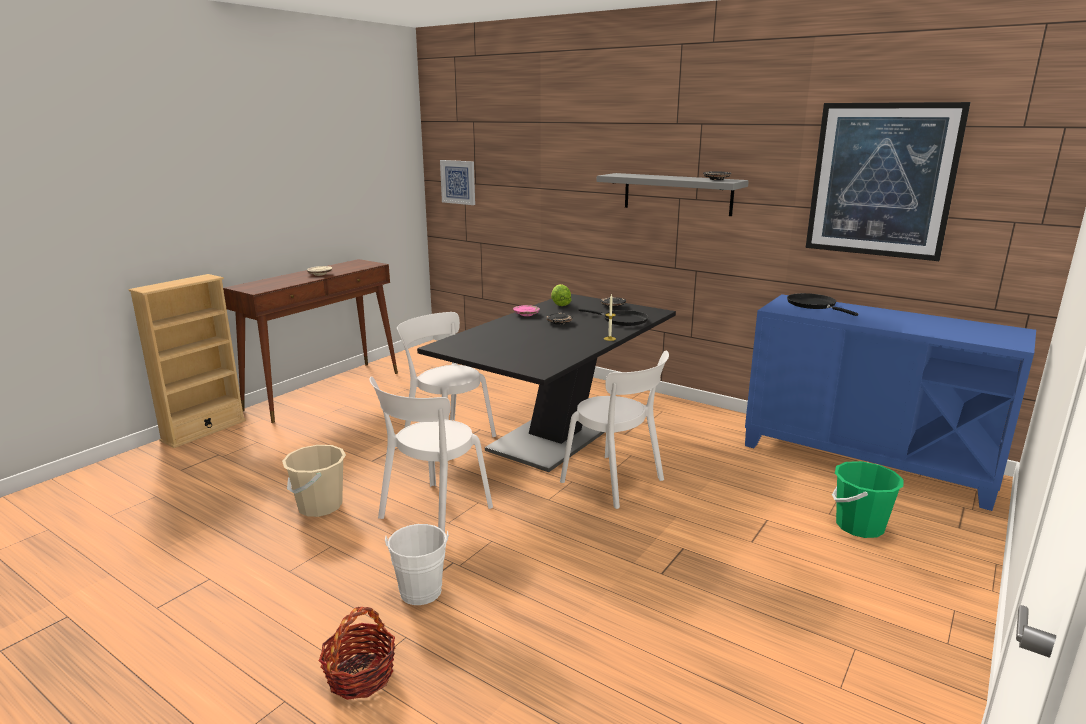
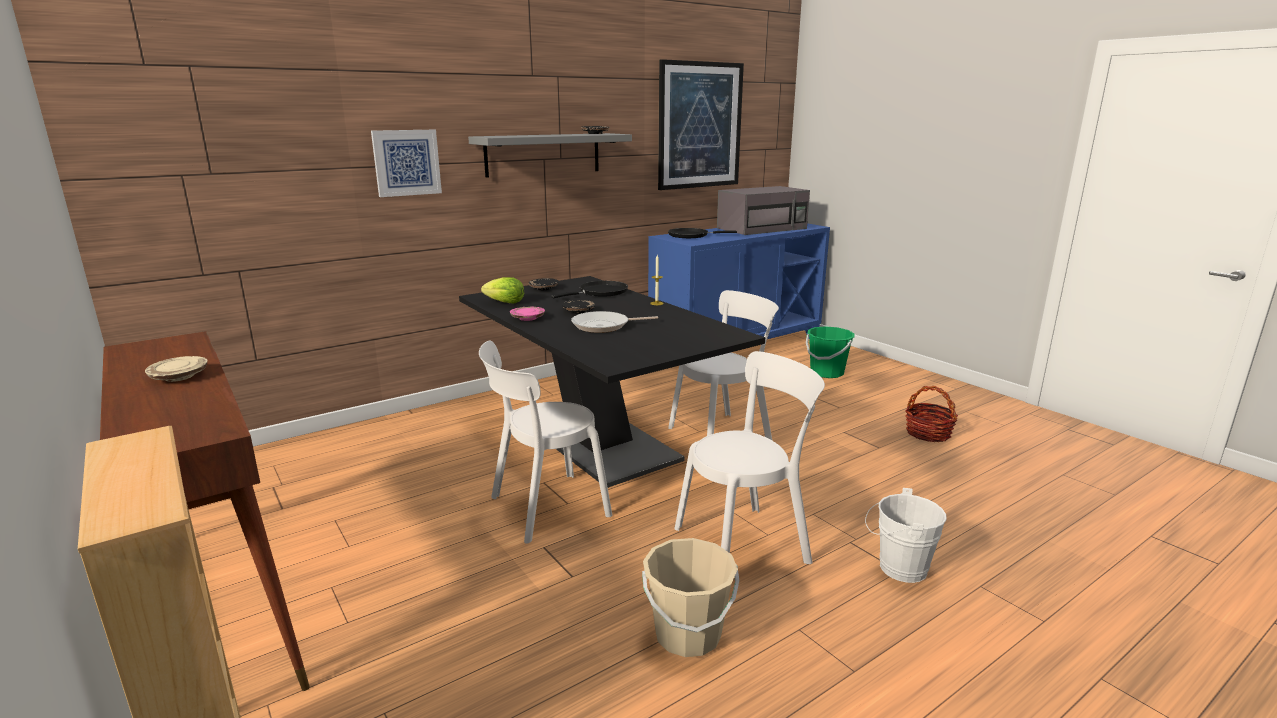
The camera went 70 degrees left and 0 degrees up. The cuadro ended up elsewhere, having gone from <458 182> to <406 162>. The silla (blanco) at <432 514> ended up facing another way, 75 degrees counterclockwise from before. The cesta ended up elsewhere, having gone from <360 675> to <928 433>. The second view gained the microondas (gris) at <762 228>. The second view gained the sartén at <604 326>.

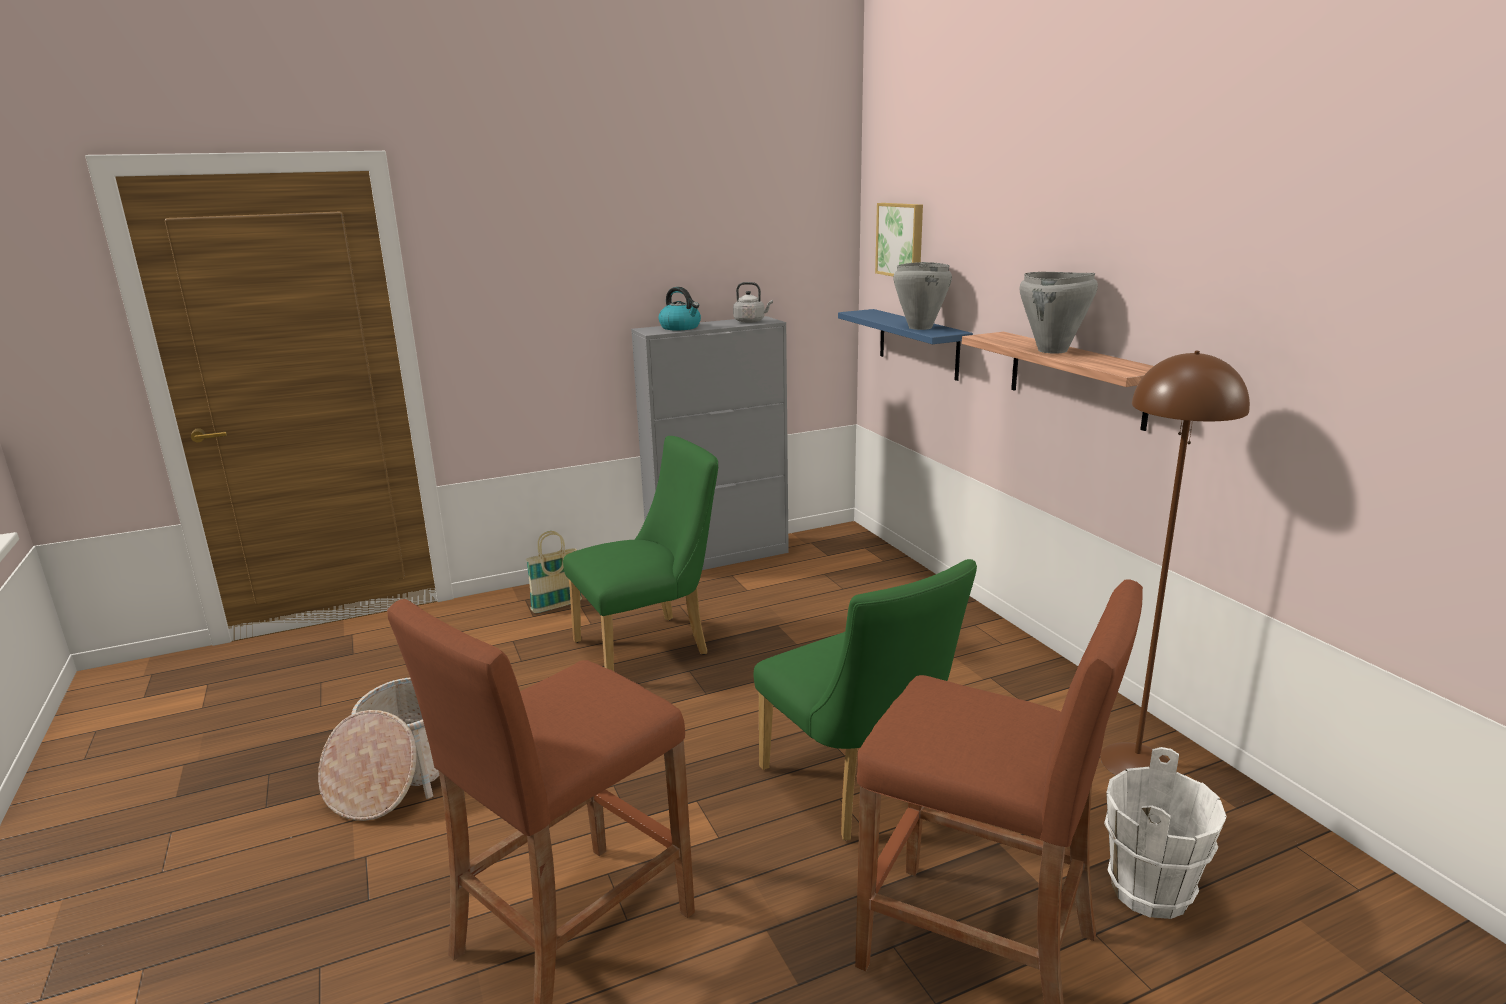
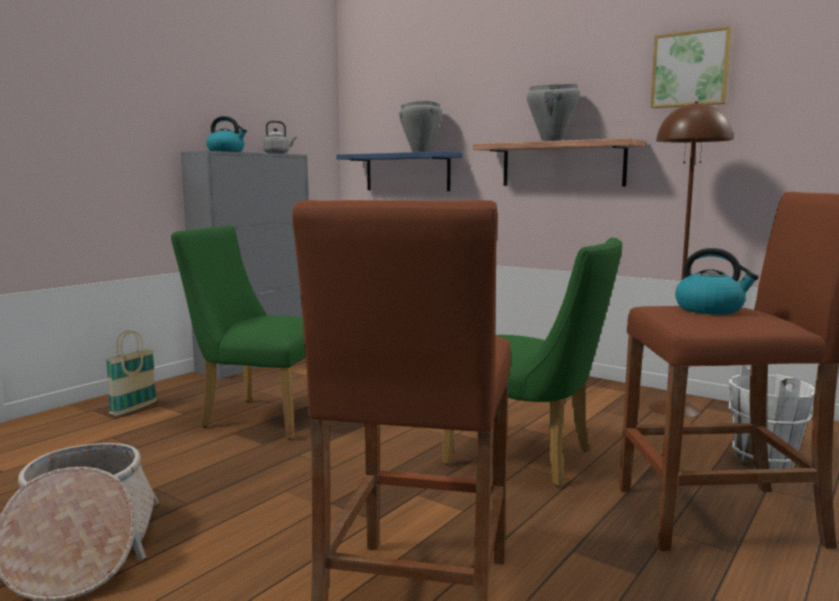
The camera went 30 degrees left and 10 degrees down. The cuadro ended up elsewhere, having gone from <901 240> to <690 69>. The silla (verde) at <651 646> ended up facing another way, 105 degrees counterclockwise from before. The second view gained the hervidor at <710 309>.

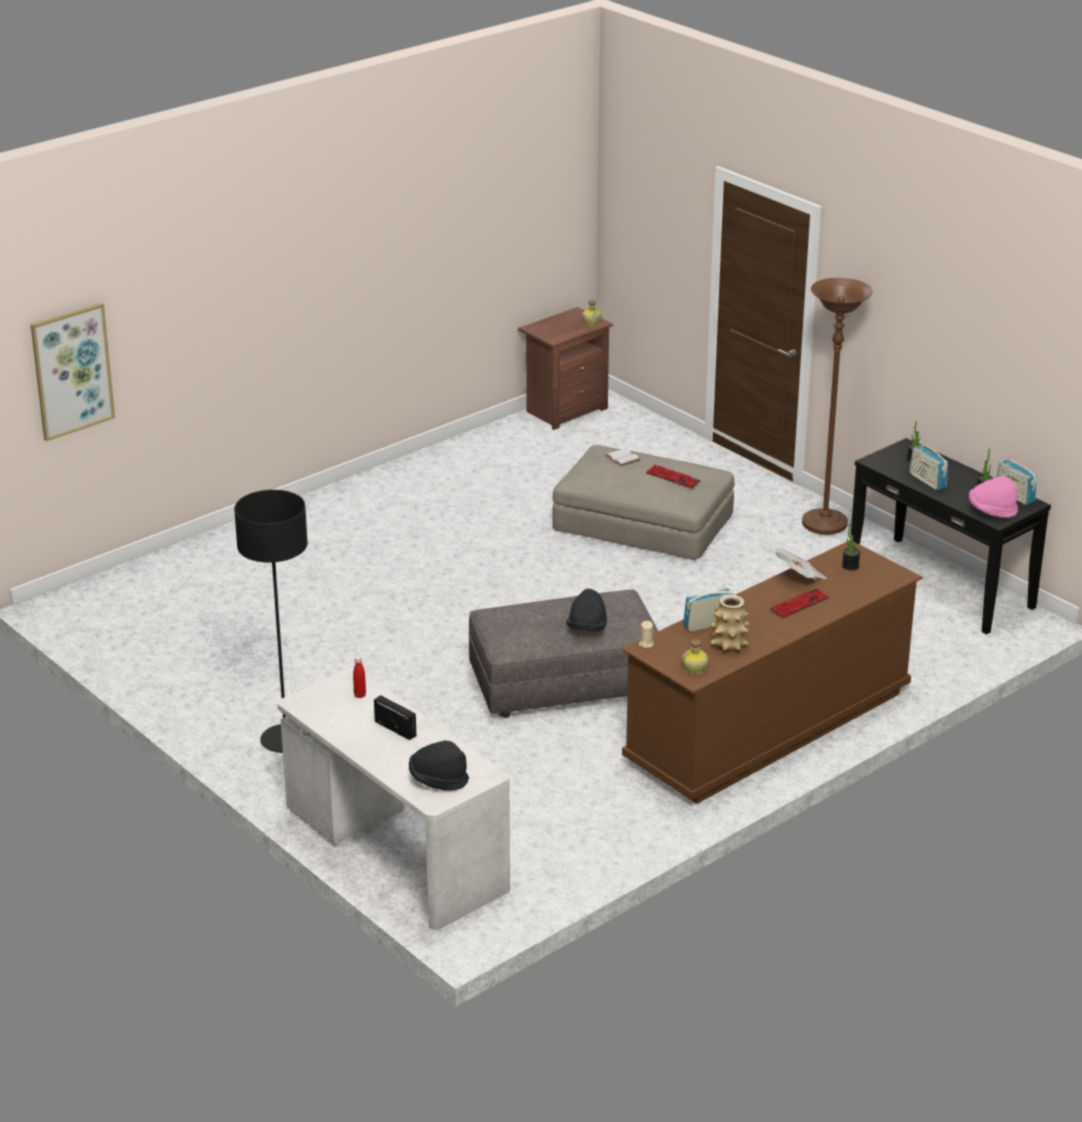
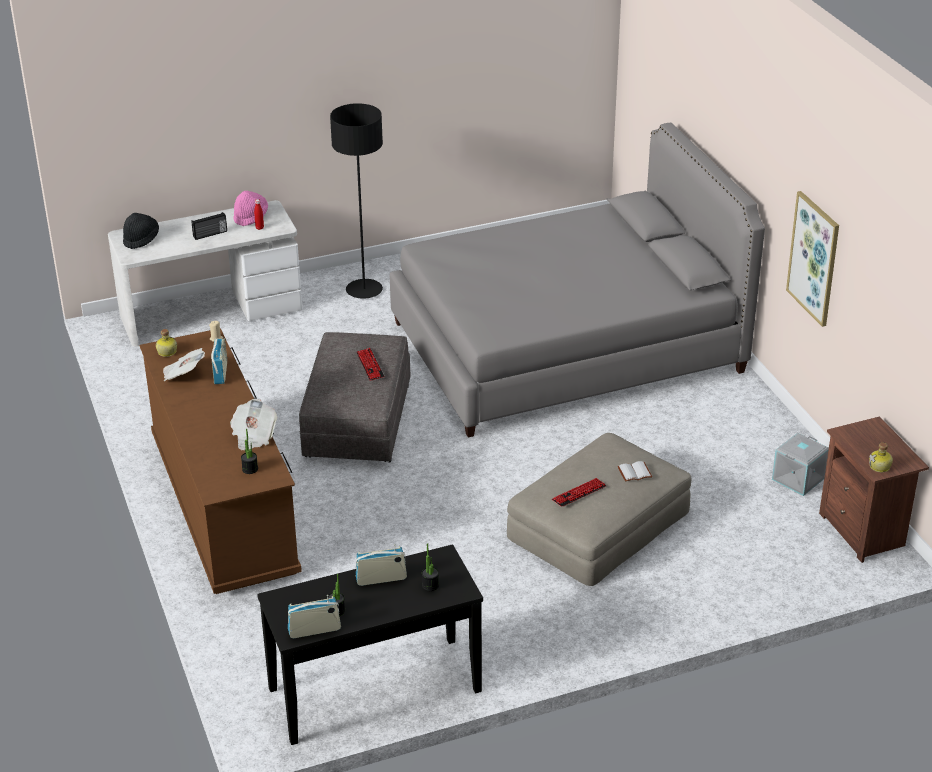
The camera went 110 degrees right and 5 degrees up. The second view lost the lámpara de pie (marrón) at <824 524>. The cuadro ended up elsewhere, having gone from <72 371> to <814 258>. The sombrero (rosa) ended up elsewhere, having gone from <991 511> to <250 217>. The second view lost the sombrero (negro) at <587 628>. The teclado ended up elsewhere, having gone from <799 604> to <370 365>. Where the florero stood at <728 645>, the periódico came to stand at <183 374>. The second view gained the cama (gris) at <566 347>. The second view gained the caja de almacenaje (gris) at <799 479>.

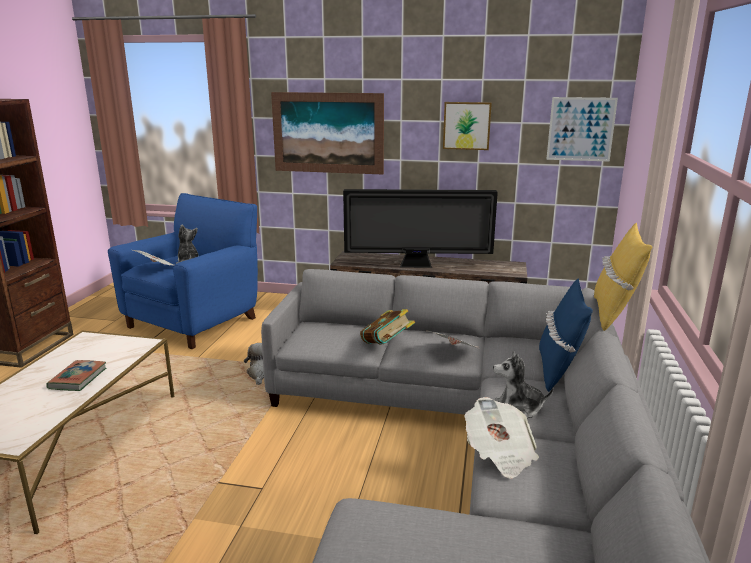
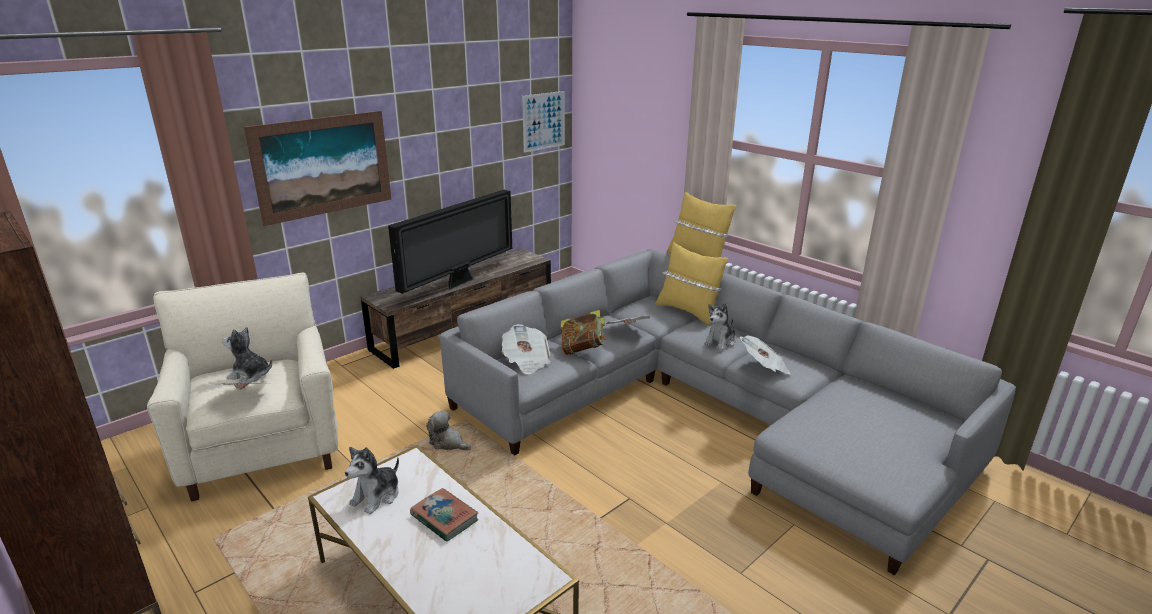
The camera went 55 degrees left and 5 degrees up. The second view lost the cuadro at <467 125>. What was the sillón (azul) at <195 321> turned into the sillón (beis) at <264 447>. What was the cojín (azul) at <558 370> turned into the cojín (amarillo) at <688 311>. The second view gained the periódico at <526 361>. The second view gained the peluche at <377 496>.

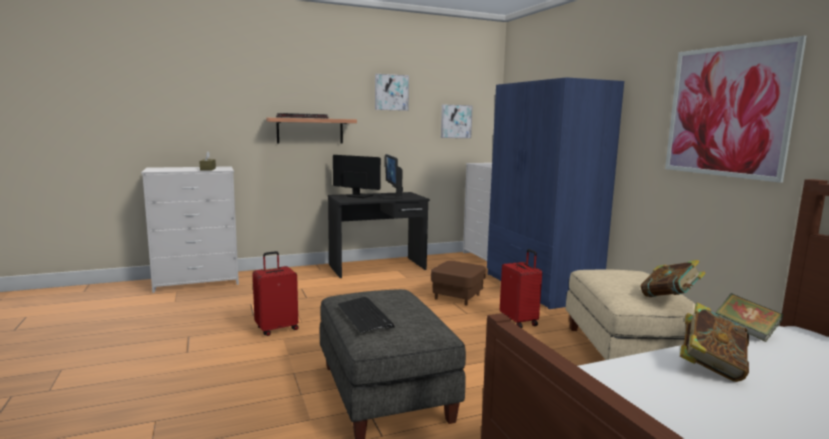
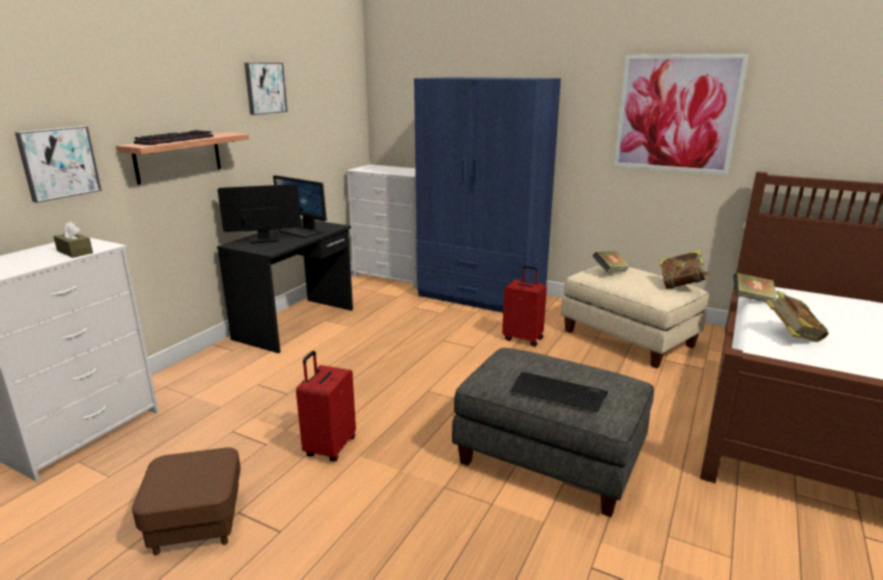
The camera went 40 degrees left and 10 degrees up. The cuadro ended up elsewhere, having gone from <455 121> to <58 163>. The puf (marrón) ended up elsewhere, having gone from <457 297> to <197 524>. The second view gained the libro at <610 272>.

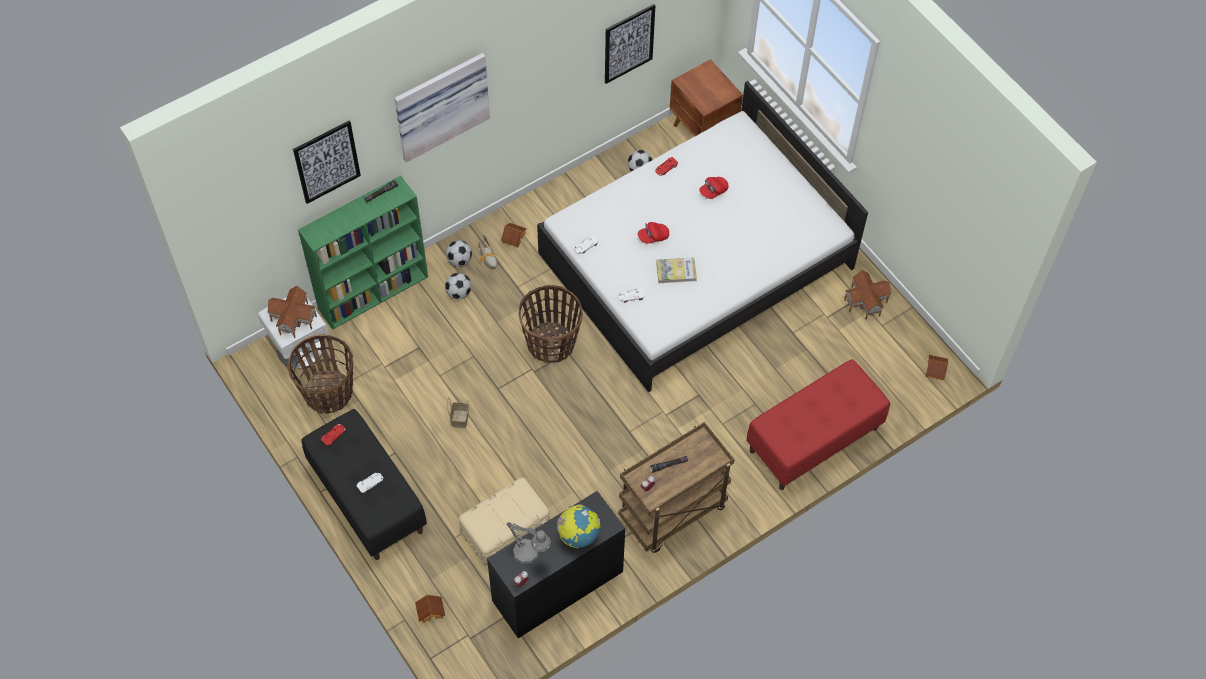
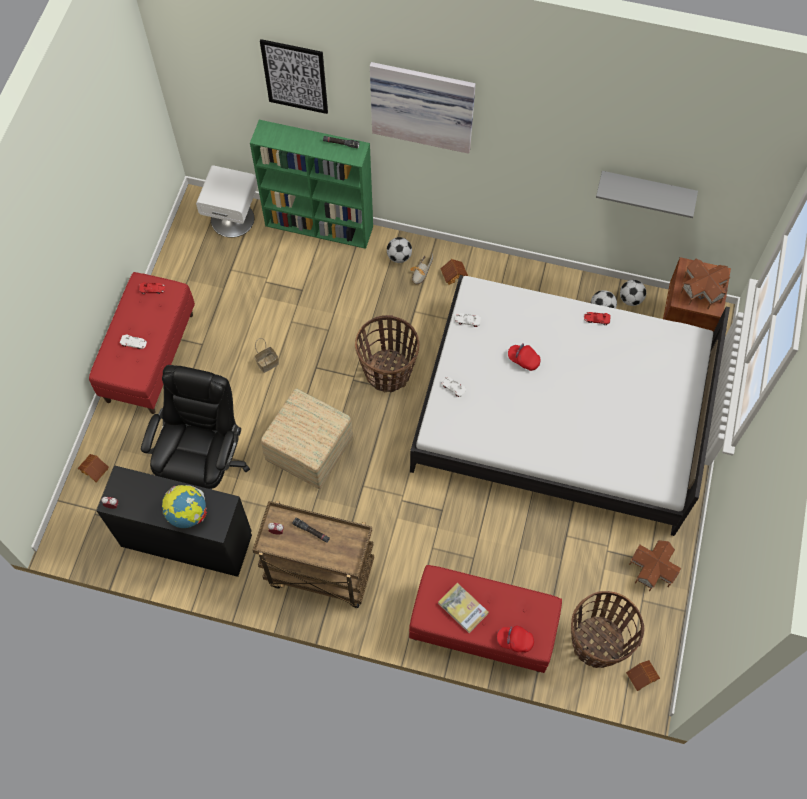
The camera went 50 degrees right and 5 degrees up. Where the cuadro hung at <629 43>, the estante (gris) came to hang at <646 190>. The gorra (rojo) ended up elsewhere, having gone from <713 191> to <514 641>. The libro ended up elsewhere, having gone from <676 271> to <463 608>. The balón de fútbol ended up elsewhere, having gone from <459 293> to <630 299>. The casita ended up elsewhere, having gone from <293 318> to <702 289>. The cesta ended up elsewhere, having gone from <328 393> to <597 643>. What was the banco (negro) at <366 498> turned into the banco (rojo) at <150 356>. Where the caja de almacenaje (beis) stood at <505 528>, the silla de oficina (negro) came to stand at <204 465>. The second view lost the lámpara de mesa (gris) at <530 555>. The second view gained the puf at <309 451>.

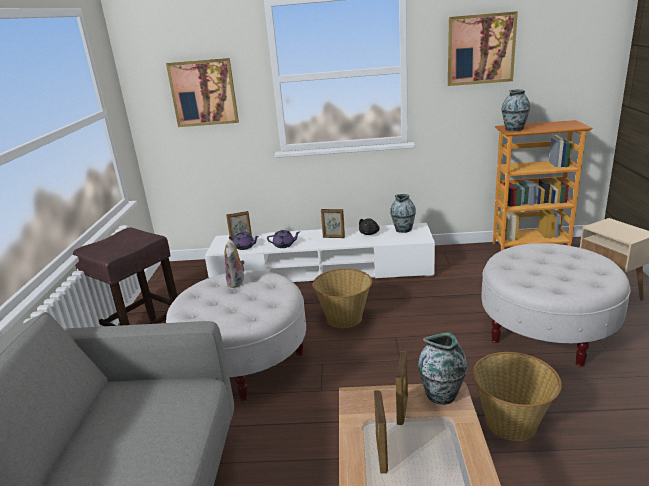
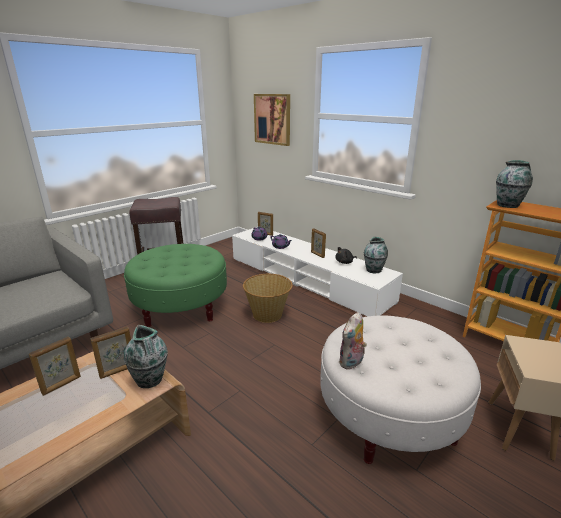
The camera went 40 degrees right and 0 degrees up. The second view lost the cuadro at <480 49>. The peluche ended up elsewhere, having gone from <237 283> to <352 363>. What was the puf (blanco) at <244 361> turned into the puf (verde) at <181 307>. The second view lost the cesta at <512 422>.

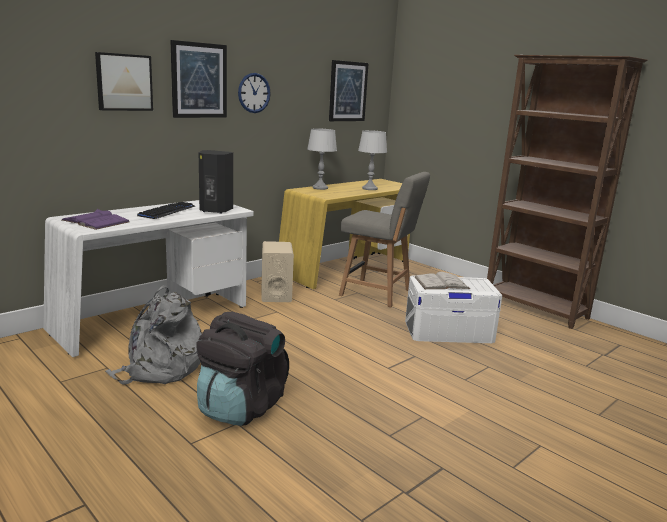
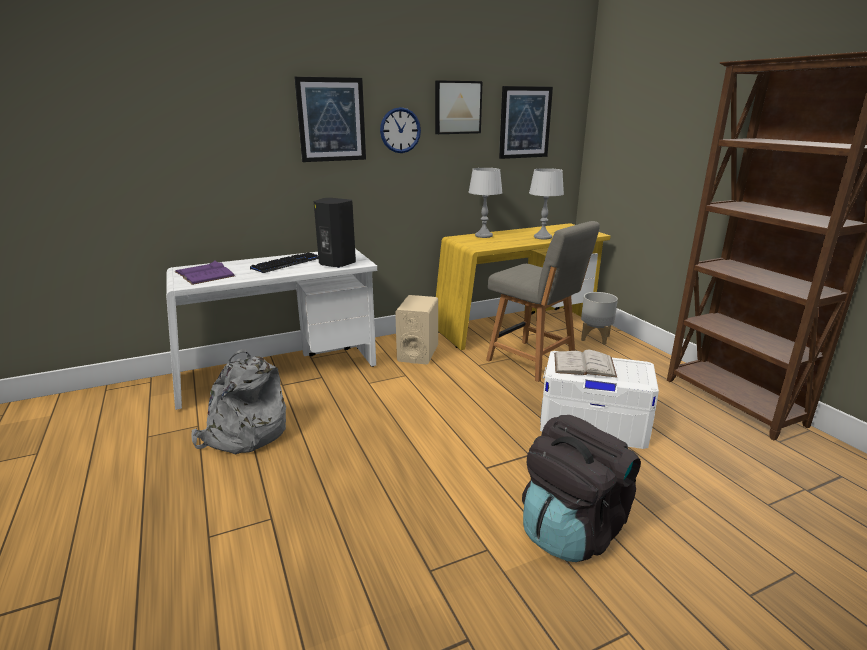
The camera went 20 degrees right and 5 degrees up. The cuadro ended up elsewhere, having gone from <123 82> to <457 107>. The mochila (negro) ended up elsewhere, having gone from <241 406> to <572 530>. The second view gained the maceta (gris) at <595 338>.

